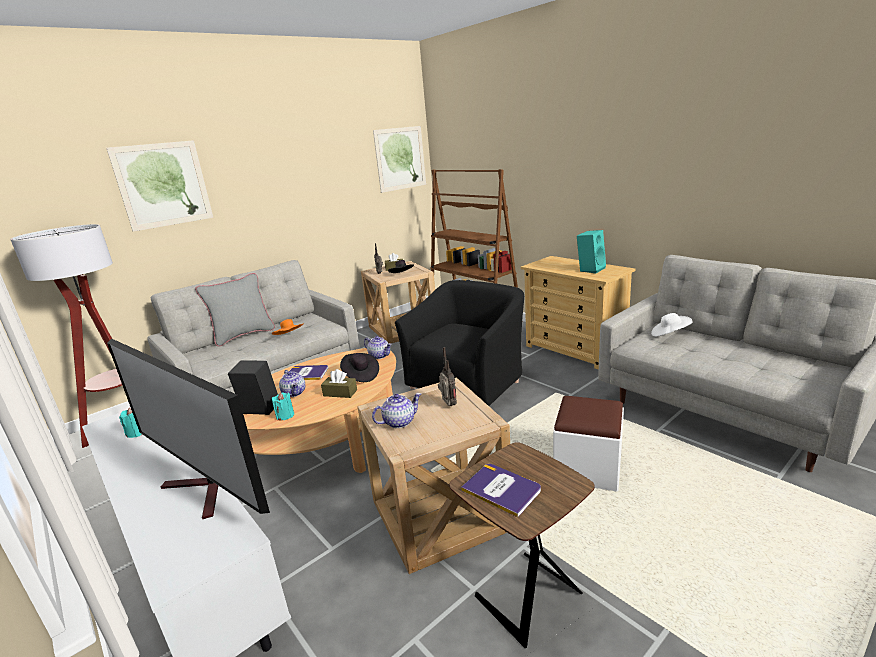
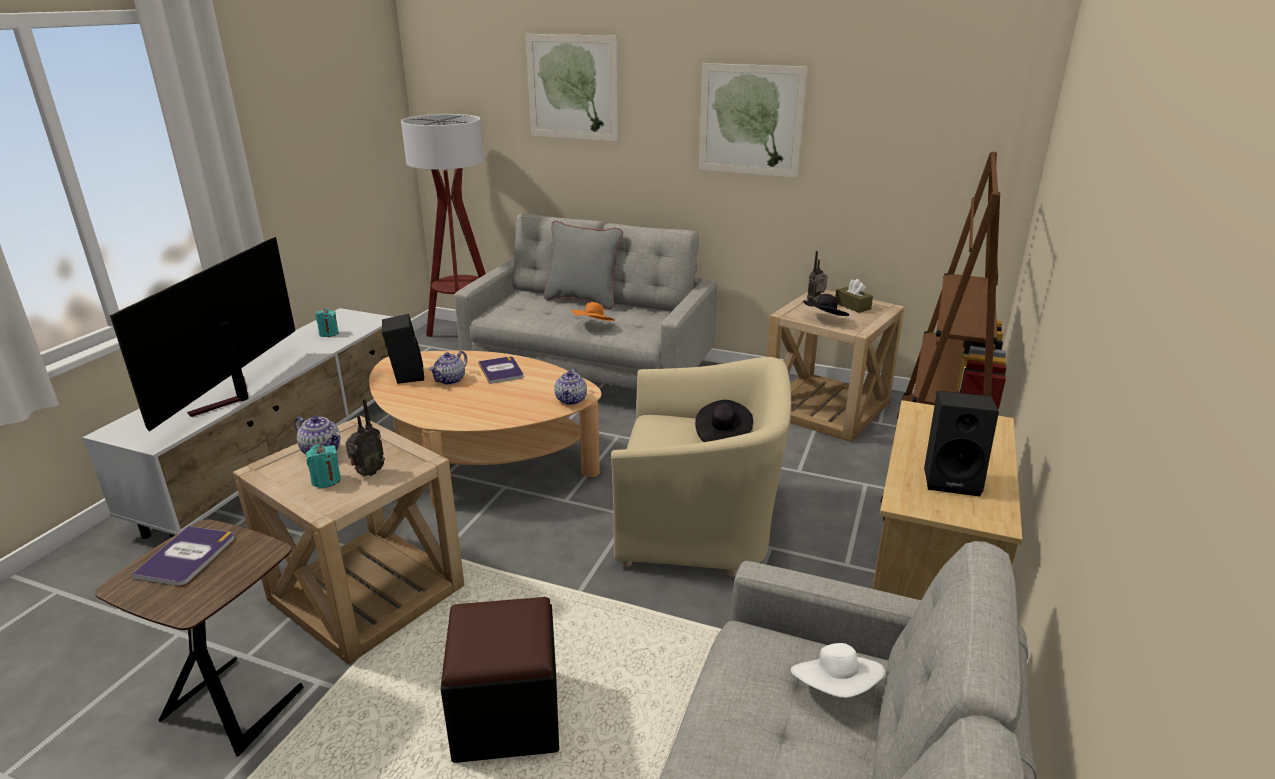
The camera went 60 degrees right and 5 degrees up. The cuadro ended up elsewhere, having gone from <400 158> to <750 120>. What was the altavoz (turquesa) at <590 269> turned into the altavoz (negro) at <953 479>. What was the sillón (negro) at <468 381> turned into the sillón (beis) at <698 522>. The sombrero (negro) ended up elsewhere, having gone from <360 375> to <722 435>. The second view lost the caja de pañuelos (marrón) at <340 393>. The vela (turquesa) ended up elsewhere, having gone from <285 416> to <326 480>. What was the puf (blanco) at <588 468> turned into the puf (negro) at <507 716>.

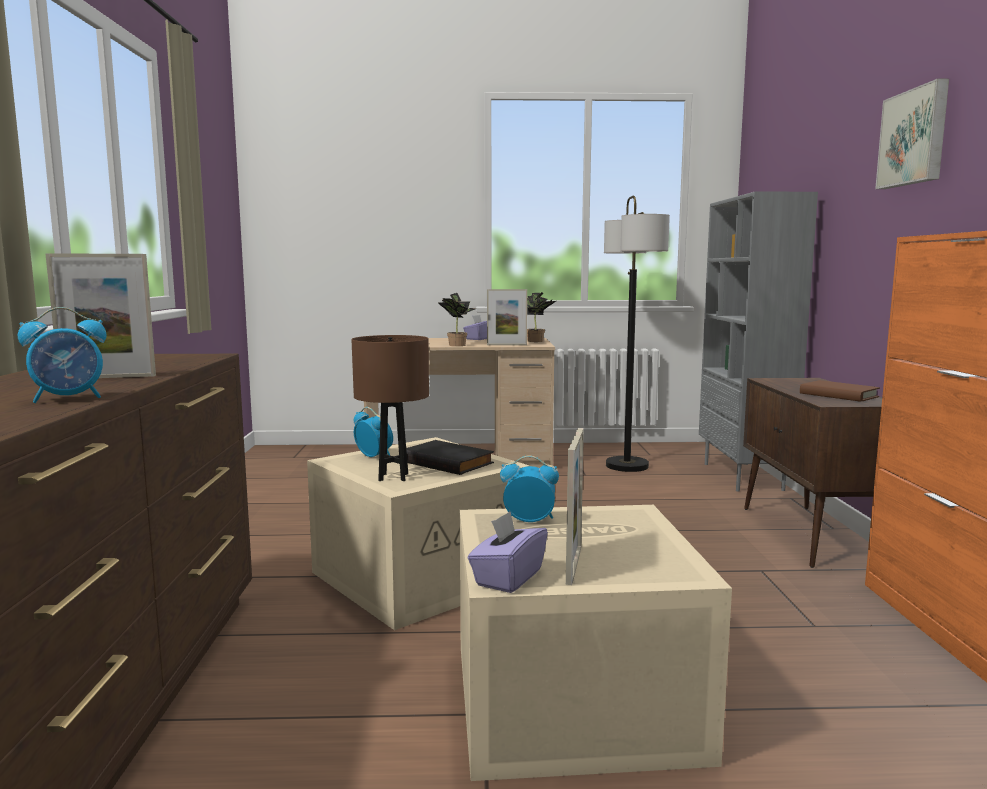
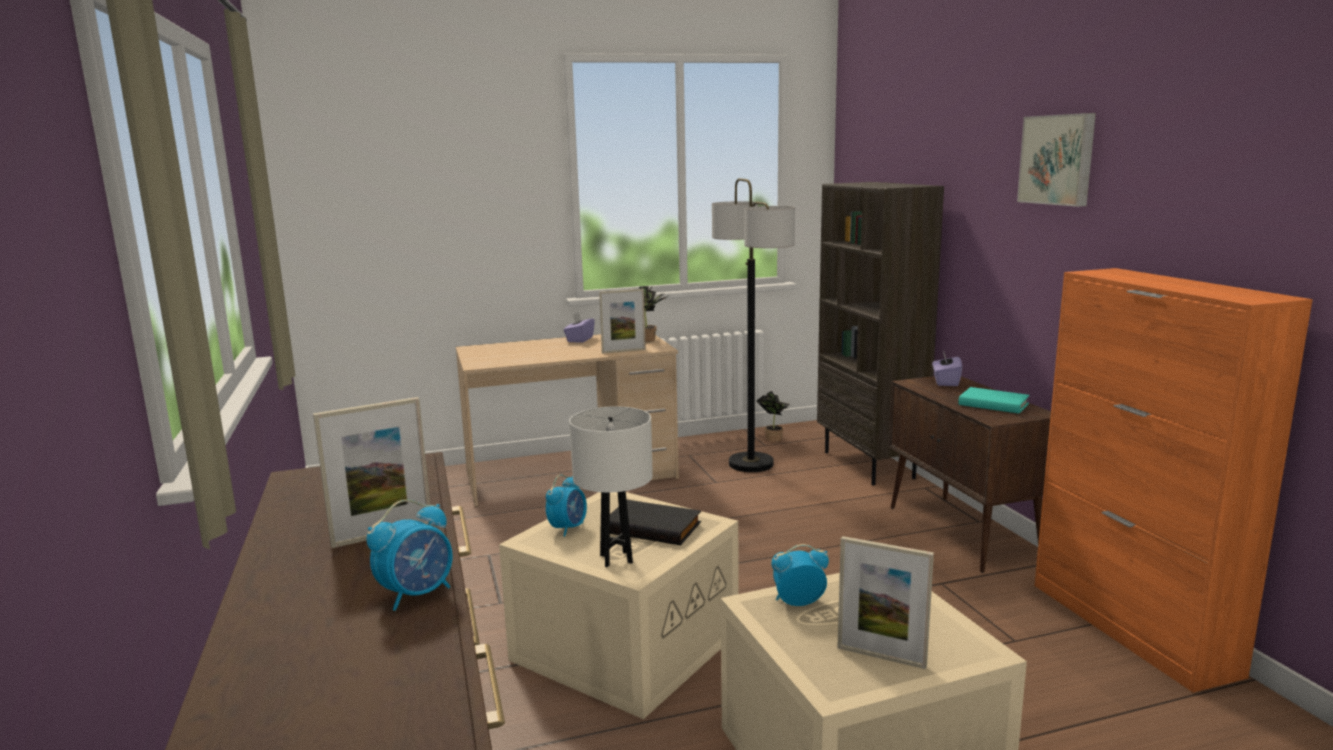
The camera went 15 degrees left and 5 degrees up. What was the estantería (gris) at <744 477> turned into the estantería (marrón) at <870 465>. The planta en maceta ended up elsewhere, having gone from <456 345> to <772 438>. What was the lámpara de mesa (marrón) at <393 477> turned into the lámpara de mesa (blanco) at <616 559>. What was the libro (marrón) at <838 395> turned into the libro (turquesa) at <993 404>. The despertador at <374 456> ended up facing another way, 90 degrees clockwise from before. The portarretratos at <573 565> ended up facing another way, 120 degrees clockwise from before. The caja de pañuelos (morado) ended up elsewhere, having gone from <508 577> to <945 382>.

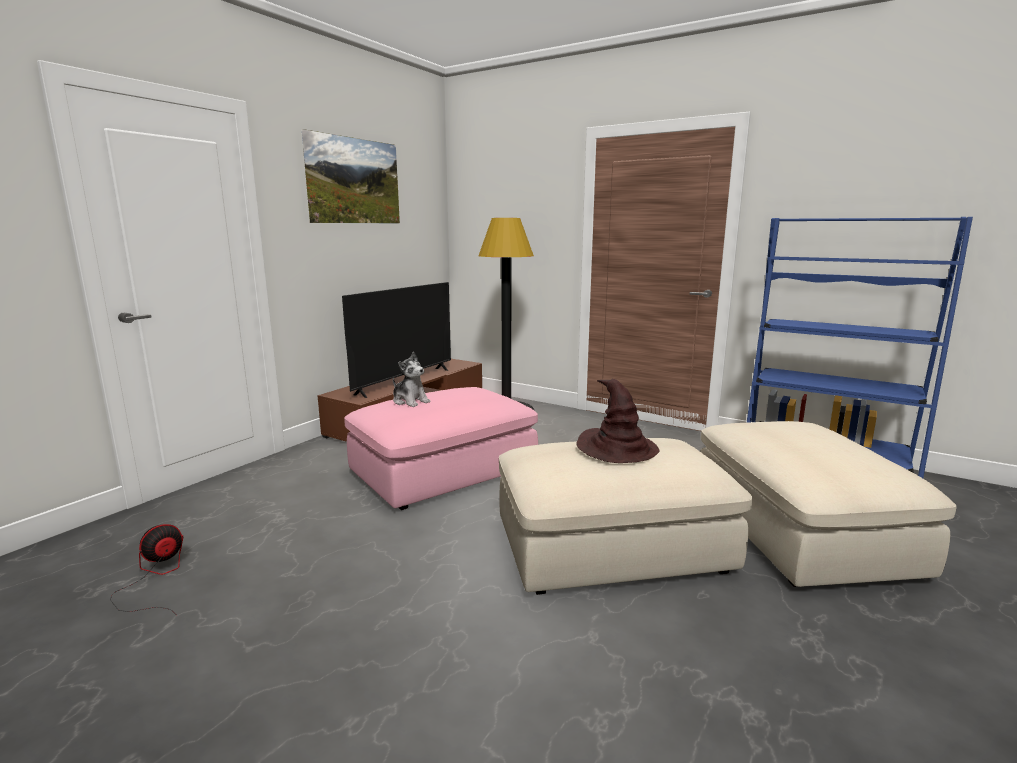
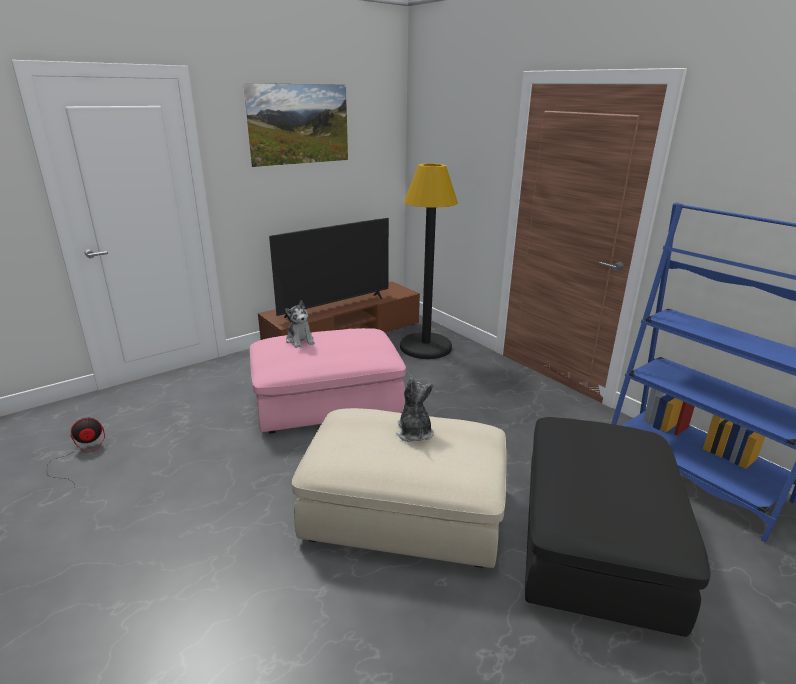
The camera went 20 degrees right and 10 degrees up. Where the sombrero (marrón) stood at <617 449>, the peluche came to stand at <414 432>. What was the puf (beis) at <800 531> turned into the puf (negro) at <595 542>.

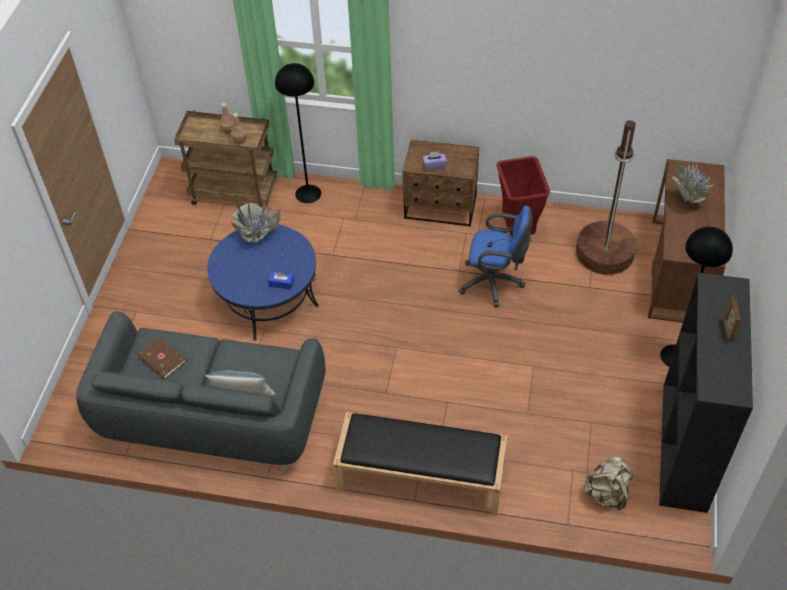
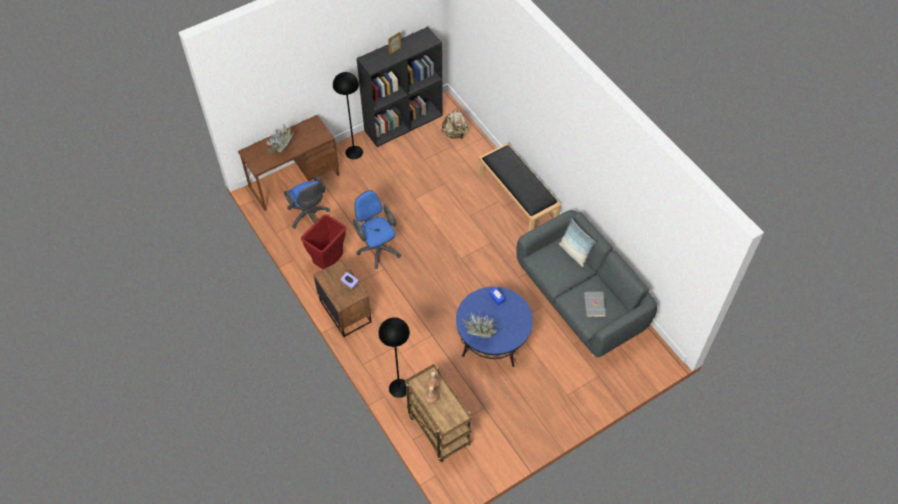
The camera went 135 degrees left and 5 degrees up. Where the lámpara de pie (marrón) stood at <604 252>, the silla de oficina (azul) came to stand at <309 216>. What was the libro (marrón) at <163 358> turned into the libro (gris) at <593 305>.

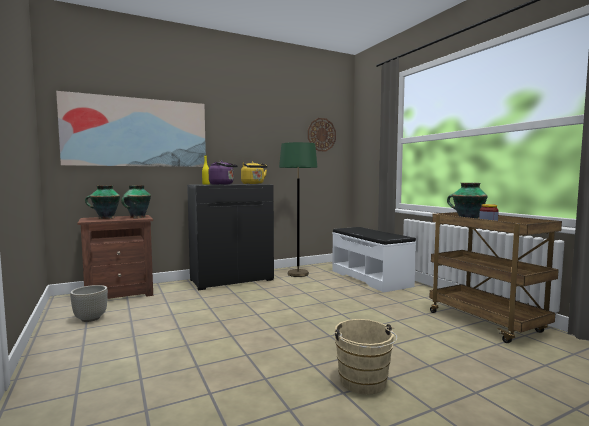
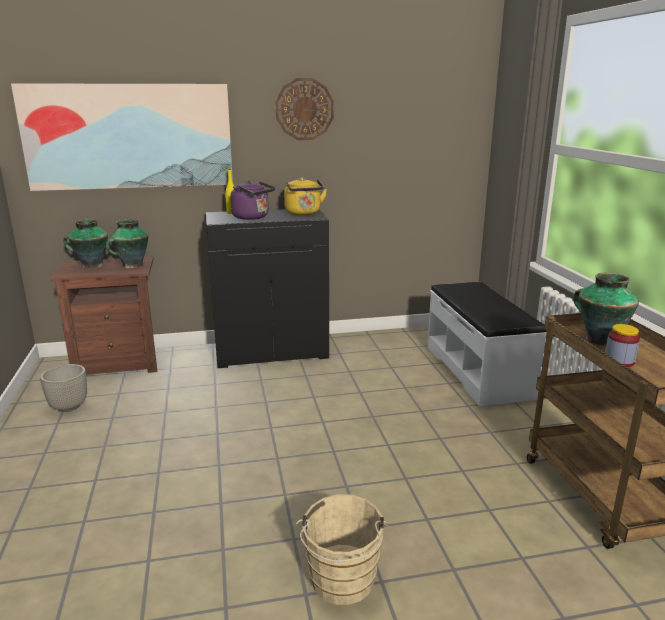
The camera went 15 degrees right and 15 degrees up. The reloj de pared ended up elsewhere, having gone from <321 134> to <304 109>. The second view lost the lámpara de pie (verde) at <298 274>.

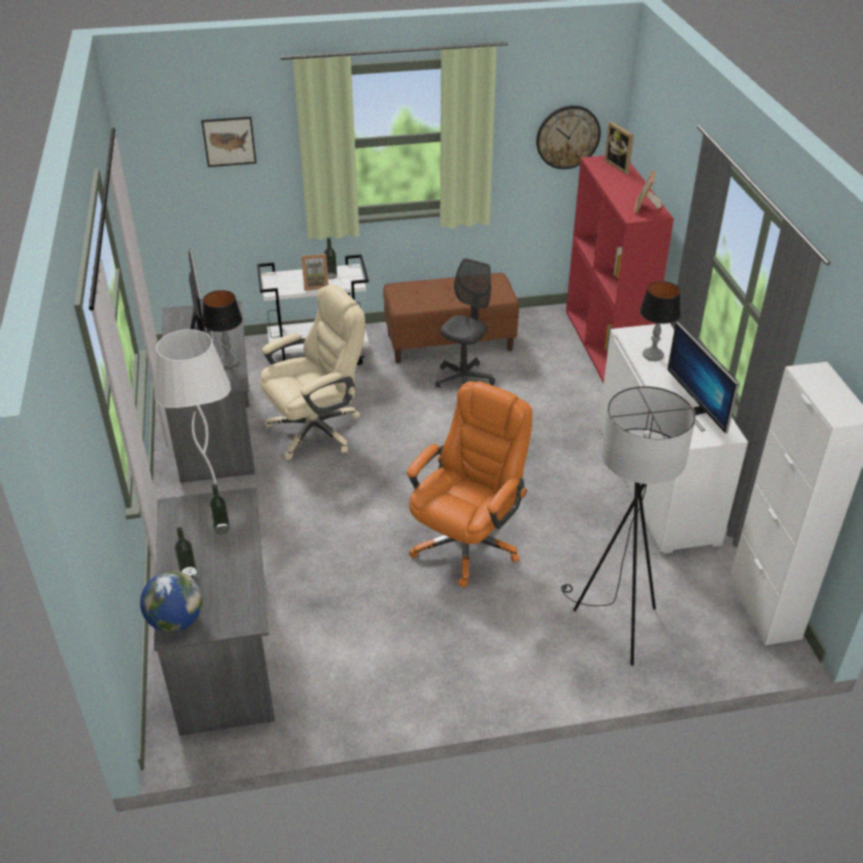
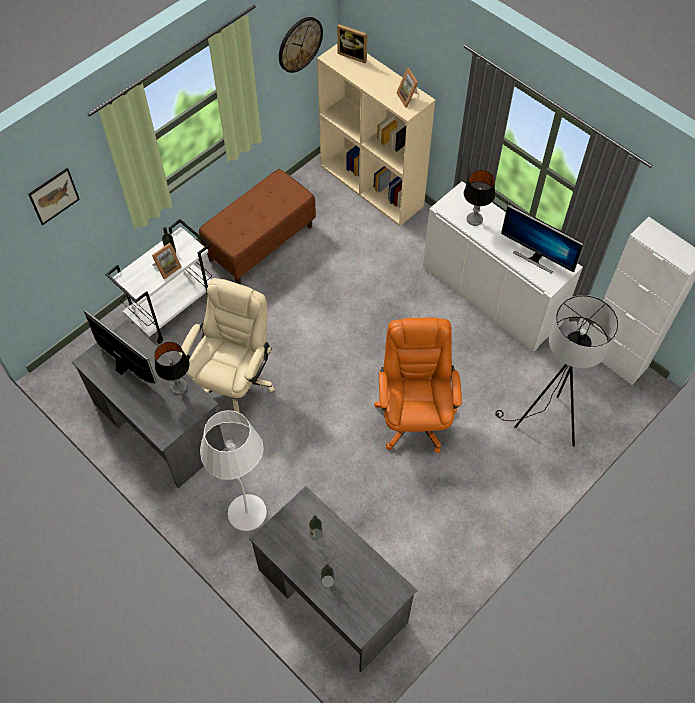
The camera went 35 degrees left and 20 degrees up. What was the estantería (rojo) at <606 345> turned into the estantería (beis) at <372 186>. The second view lost the silla de oficina (gris) at <463 380>. The second view lost the globo terráqueo at <176 621>.

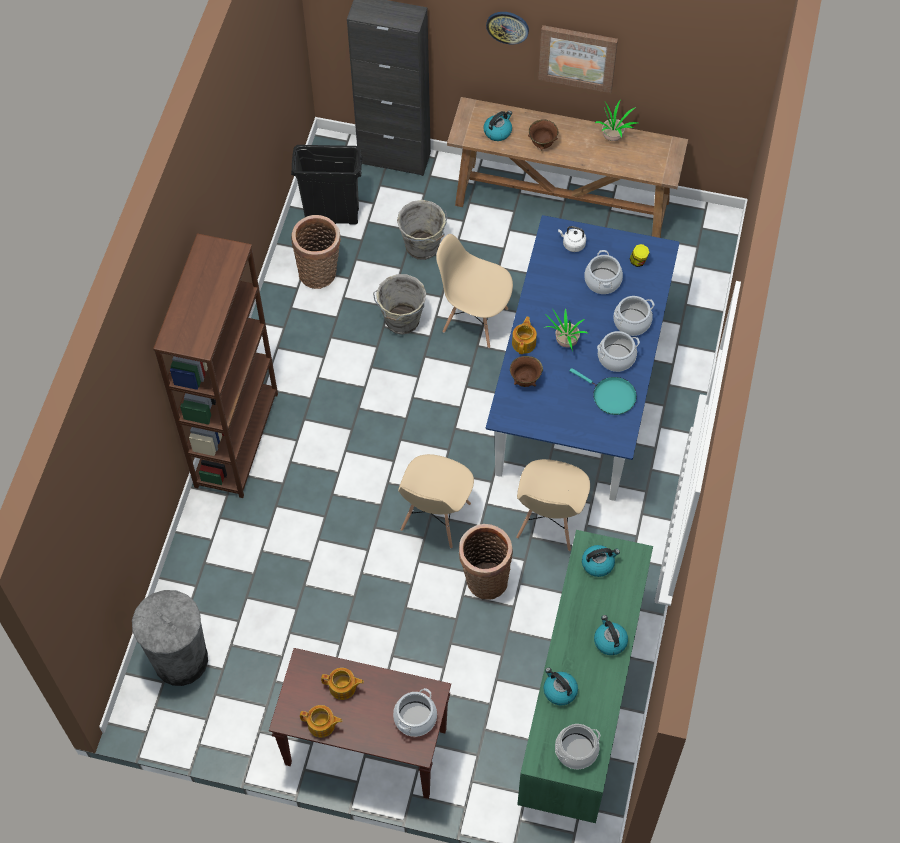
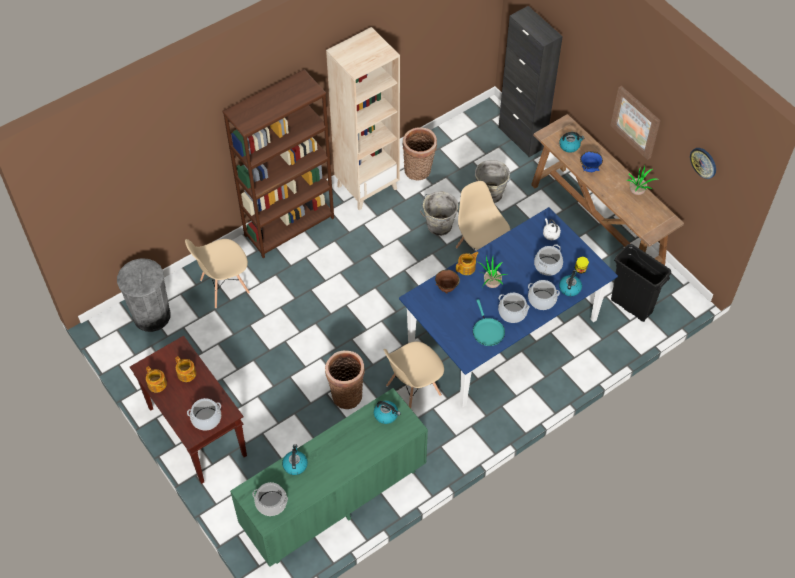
The camera went 40 degrees right and 5 degrees down. The reloj de pared ended up elsewhere, having gone from <507 26> to <703 162>. What was the cuenco (marrón) at <542 144> turned into the cuenco (azul) at <589 169>. The papelera (negro) ended up elsewhere, having gone from <332 216> to <631 306>. The silla (beis) ended up elsewhere, having gone from <435 517> to <224 287>. The hervidor ended up elsewhere, having gone from <609 641> to <569 288>. The second view gained the estantería (beis) at <367 187>.

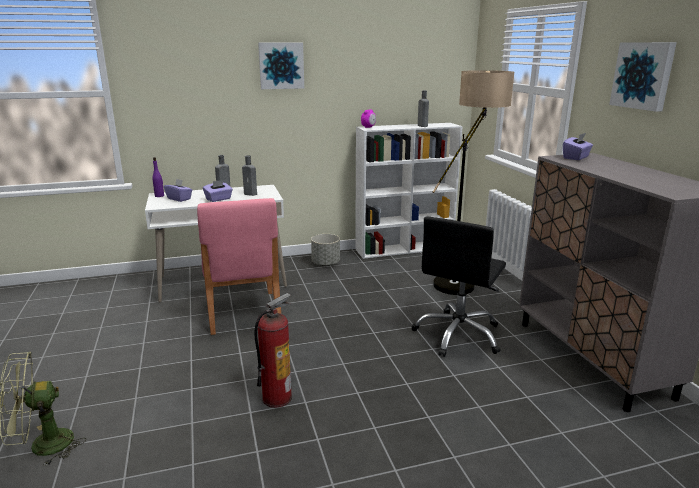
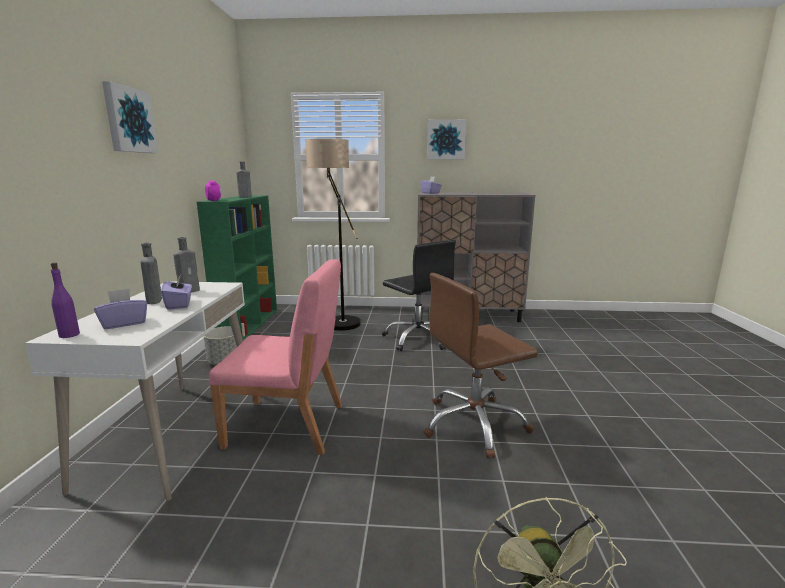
The camera went 70 degrees left and 5 degrees down. What was the estantería (blanco) at <405 248> turned into the estantería (verde) at <249 324>. Where the extintor stood at <277 397>, the silla de oficina (marrón) came to stand at <474 424>.

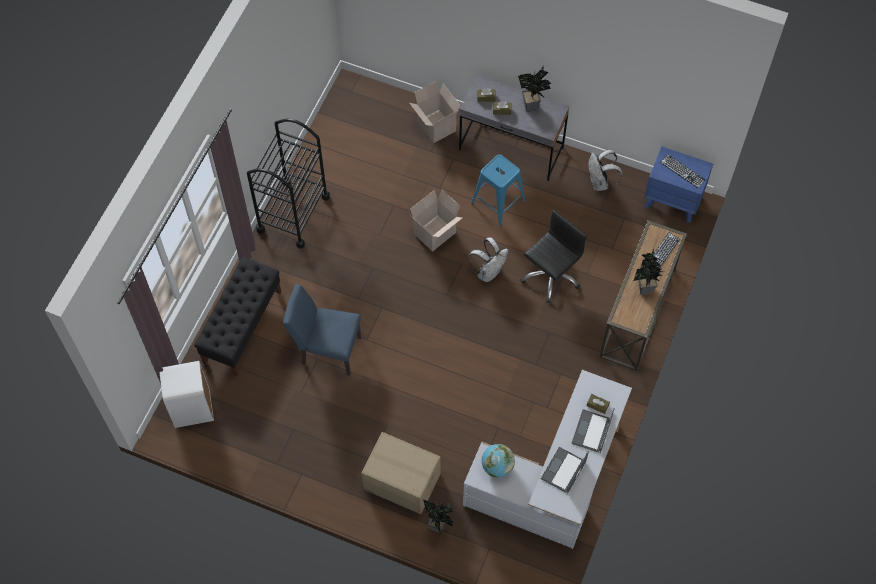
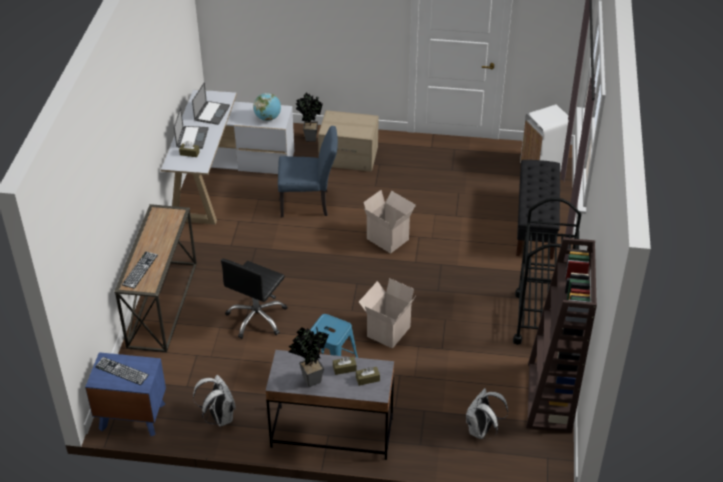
The camera went 165 degrees right and 20 degrees down. The caja de cartón ended up elsewhere, having gone from <435 126> to <389 239>. The mochila (blanco) ended up elsewhere, having gone from <488 272> to <481 431>. The second view lost the planta en maceta at <644 291>. The silla (azul) ended up elsewhere, having gone from <326 349> to <309 203>. The second view gained the estantería (marrón) at <550 398>.

